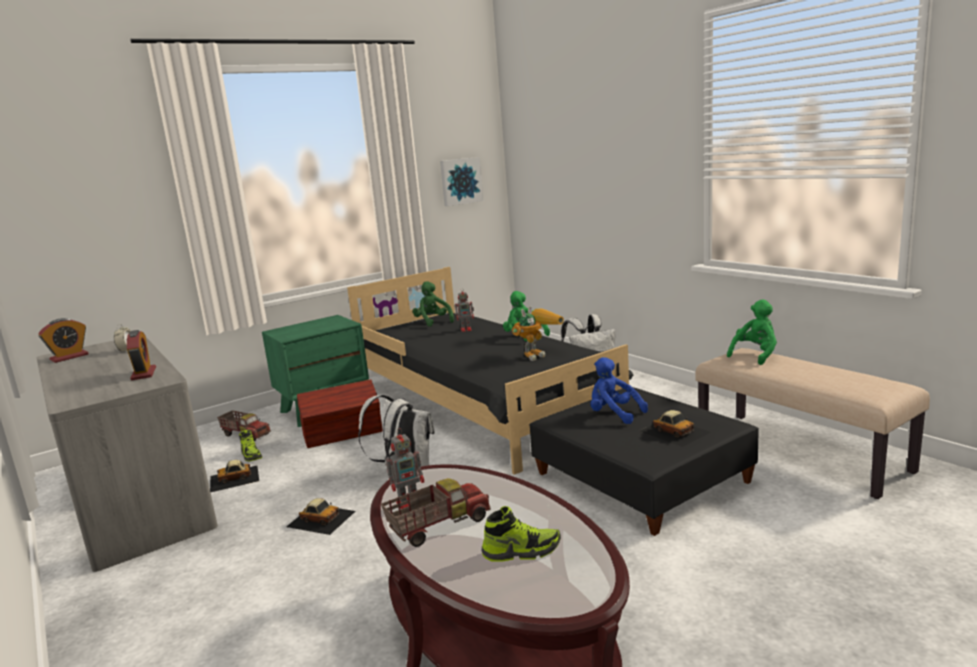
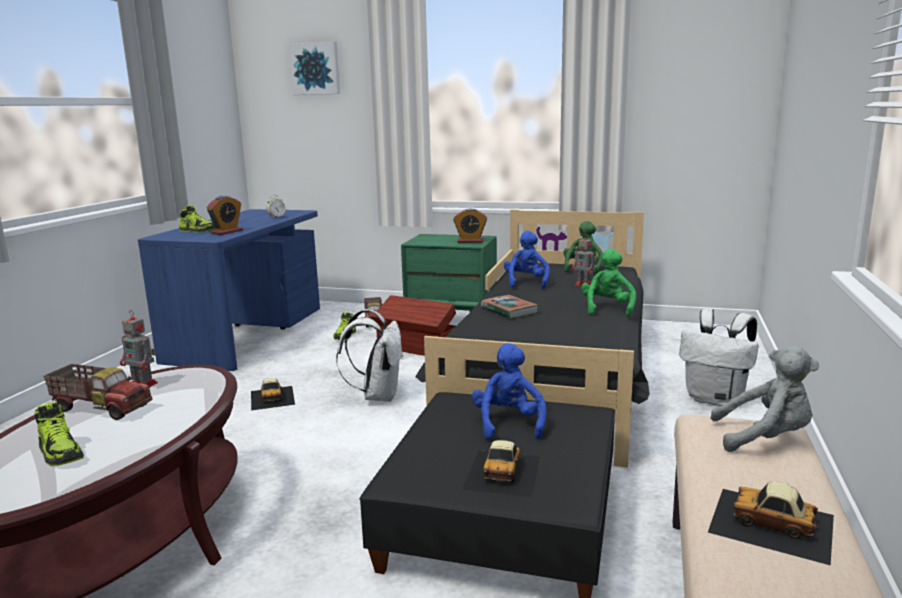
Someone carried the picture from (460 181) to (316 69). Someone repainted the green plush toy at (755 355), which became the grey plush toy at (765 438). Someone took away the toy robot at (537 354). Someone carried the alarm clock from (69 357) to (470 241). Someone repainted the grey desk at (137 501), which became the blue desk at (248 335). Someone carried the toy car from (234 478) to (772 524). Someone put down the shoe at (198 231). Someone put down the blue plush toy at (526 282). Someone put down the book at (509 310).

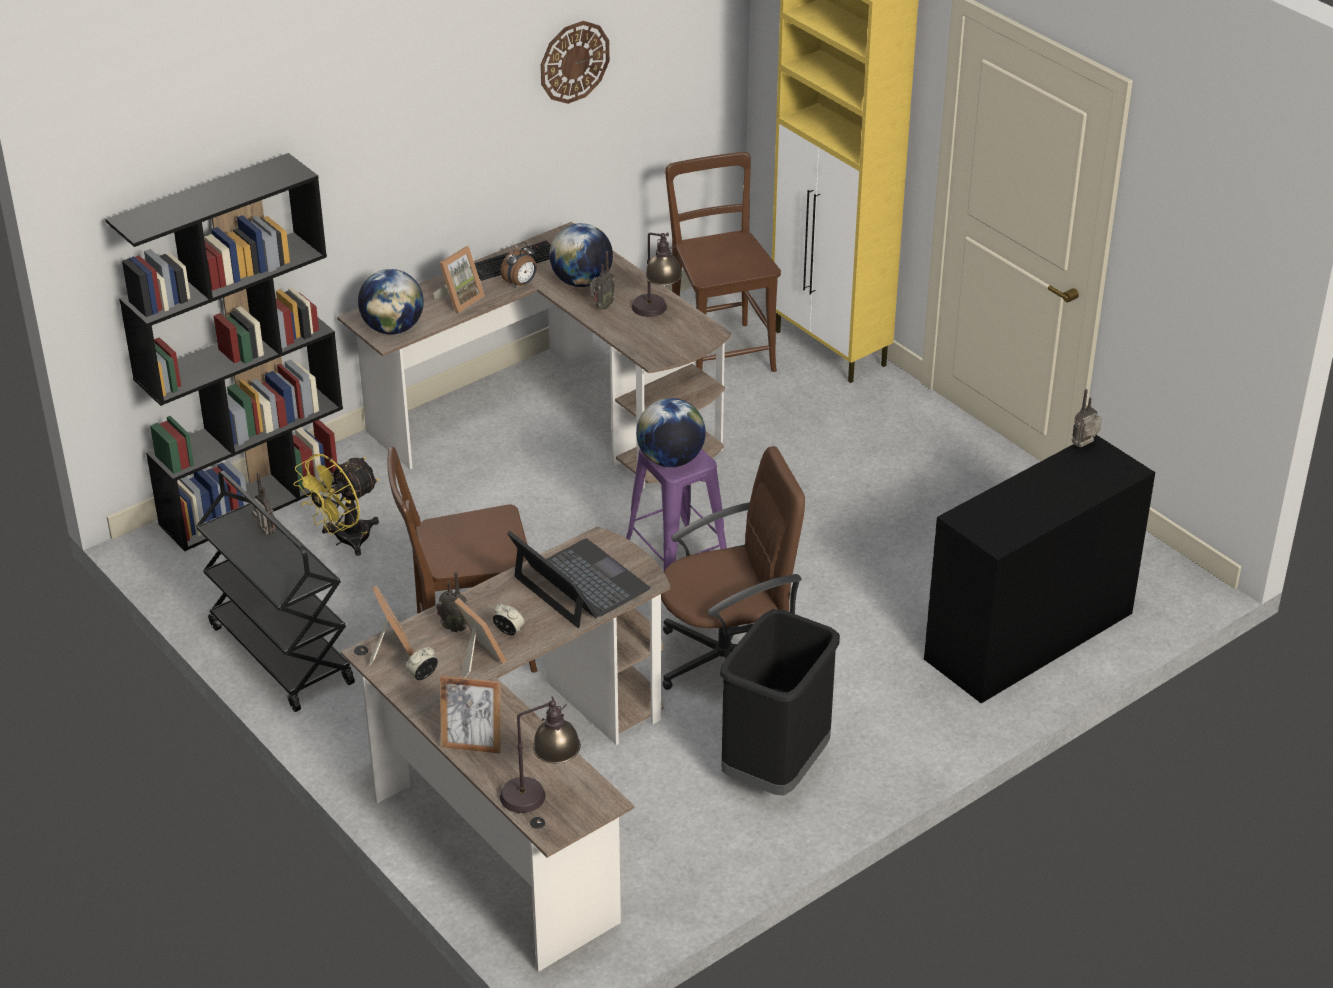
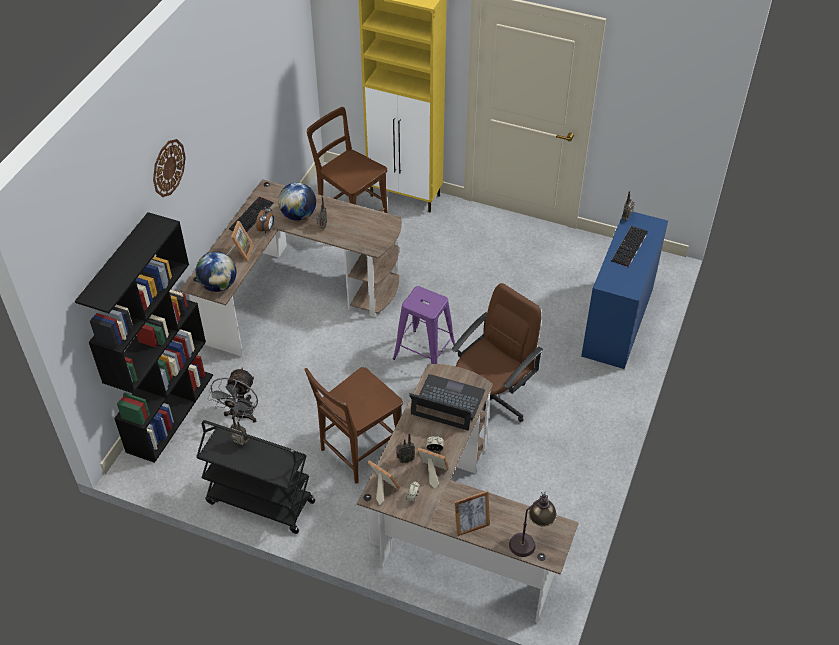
Someone carried the wall clock from (574 61) to (168 167). Someone took away the table lamp at (656 313). Someone took away the globe at (670 460). Someone repainted the black desk at (1029 637), which became the blue desk at (618 322). Someone repainted the yellow fan at (345 540), which became the grey fan at (241 416). Someone took away the black trash can at (775 768). Someone put down the keyboard at (630 247).

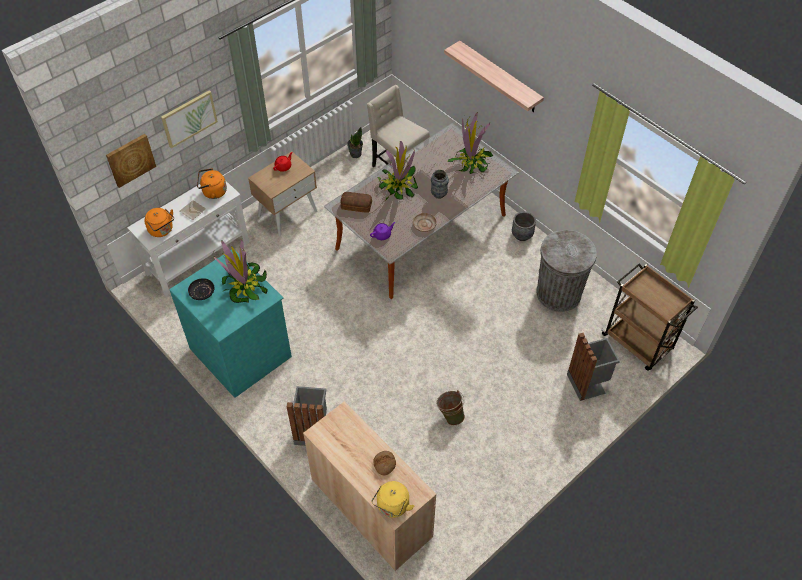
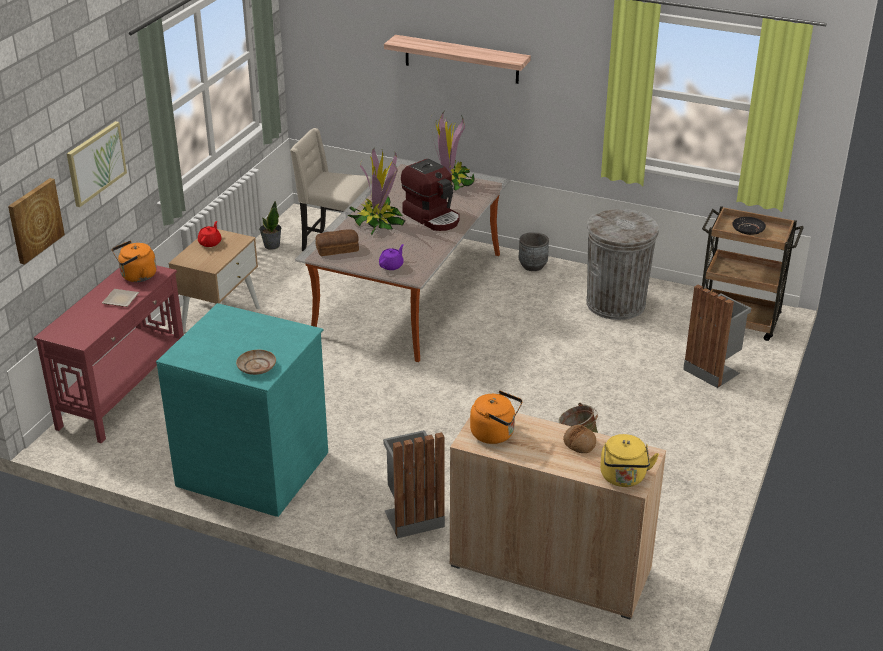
Someone swapped the vase at (439 194) for the coffee machine at (432 217). Someone repainted the white console table at (199 258), which became the red console table at (124 393). Someone carried the orange kettle from (162 230) to (495 434). Someone carried the beige plate from (424 225) to (256 367). Someone took away the potted plant at (244 286). Someone carried the black plate from (202 292) to (748 230).

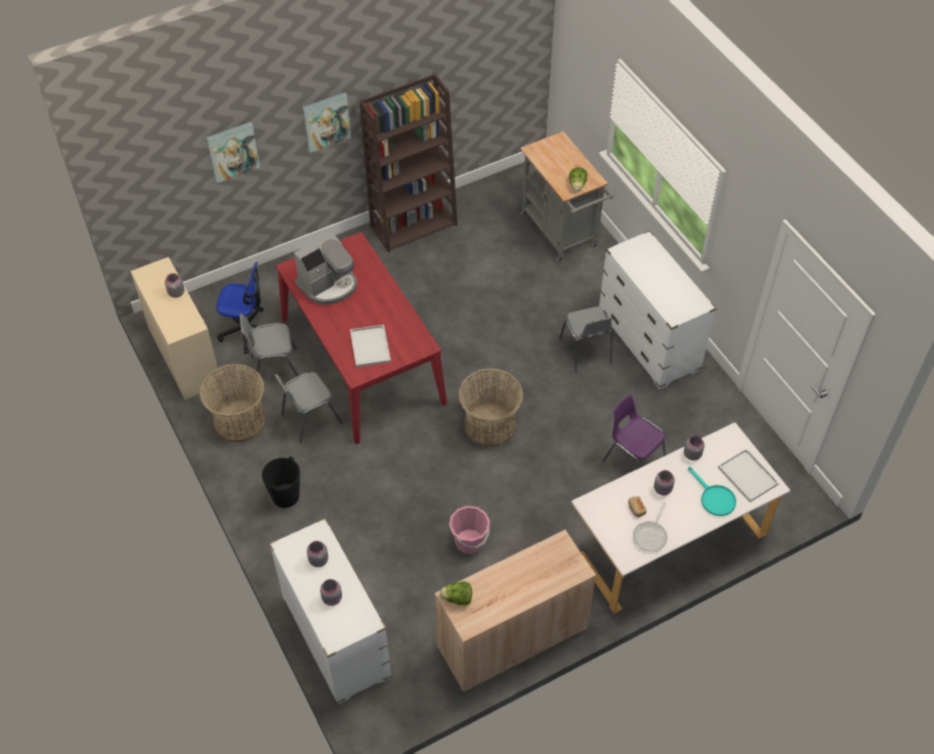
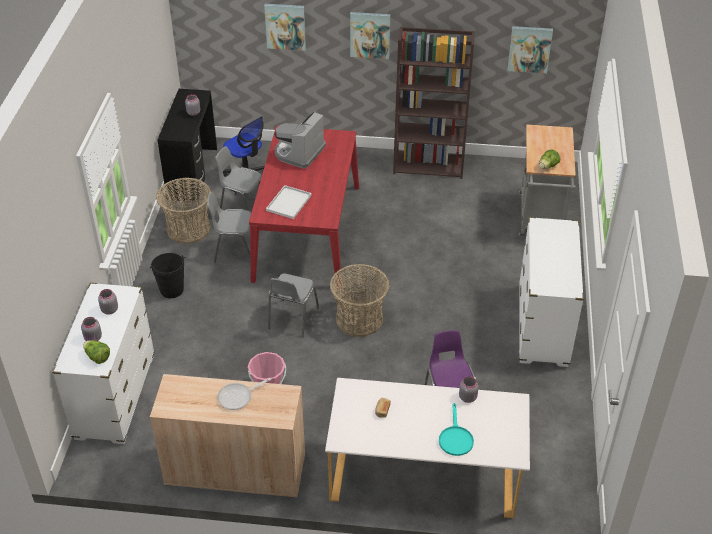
Someone rotated the coffee machine at (328 285) by 120 degrees clockwise. Someone repainted the beige desk at (184 355), which became the black desk at (192 173). Someone carried the grey chair from (586 352) to (292 319). Someone took away the white tray at (746 475). Someone took away the grey jar at (663 489). Someone carried the frying pan from (651 535) to (238 397). Someone carried the lettuce from (457 598) to (97 357). Someone put up the picture at (529 49).

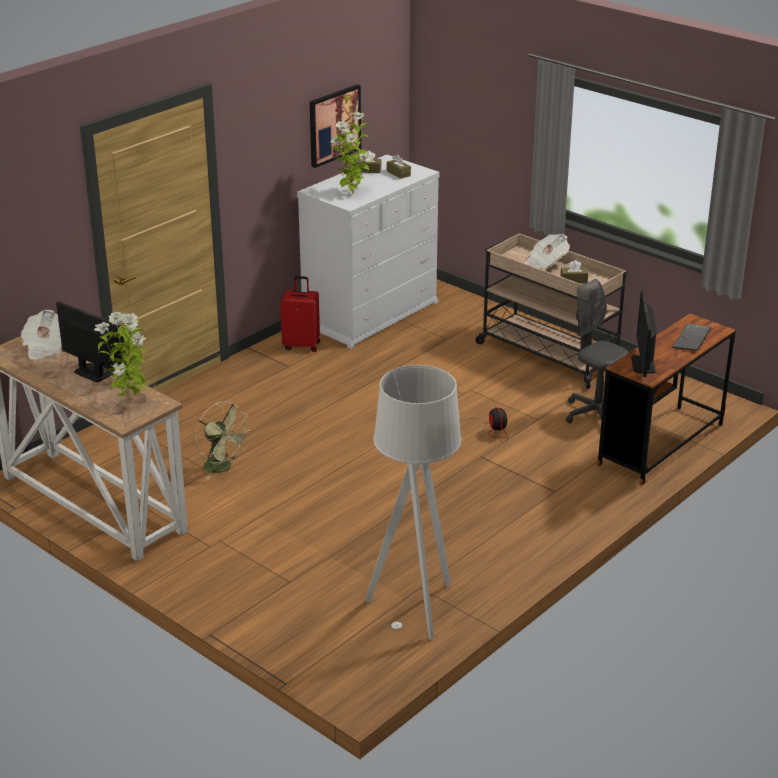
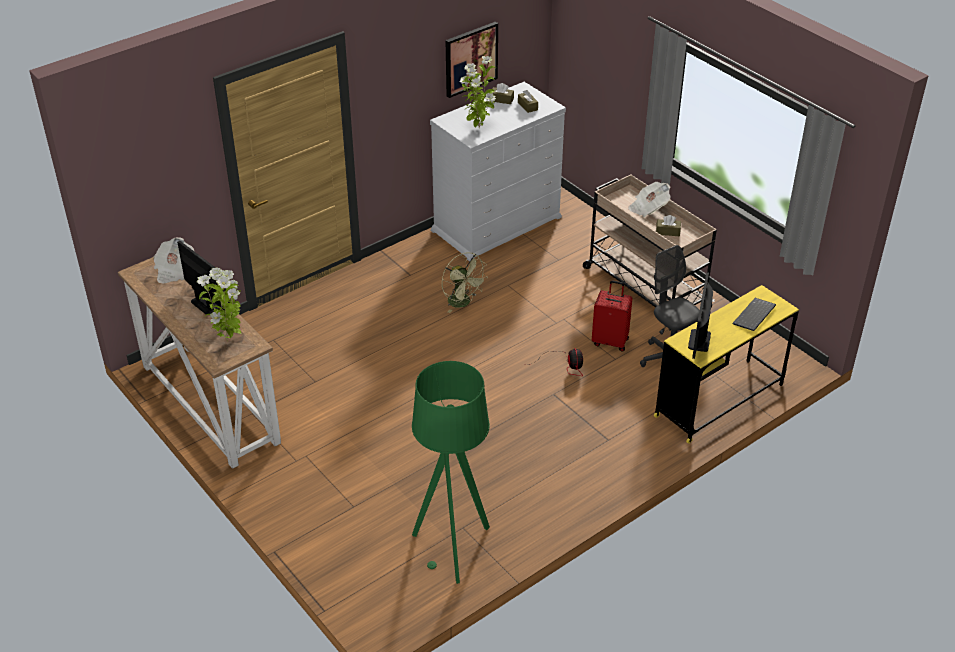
Someone carried the red suitcase from (302 345) to (610 341). Someone repainted the brown desk at (661 445), which became the yellow desk at (719 401). Someone repainted the grey floor lamp at (415 607), which became the green floor lamp at (452 548). Someone carried the green fan from (223 468) to (463 303).

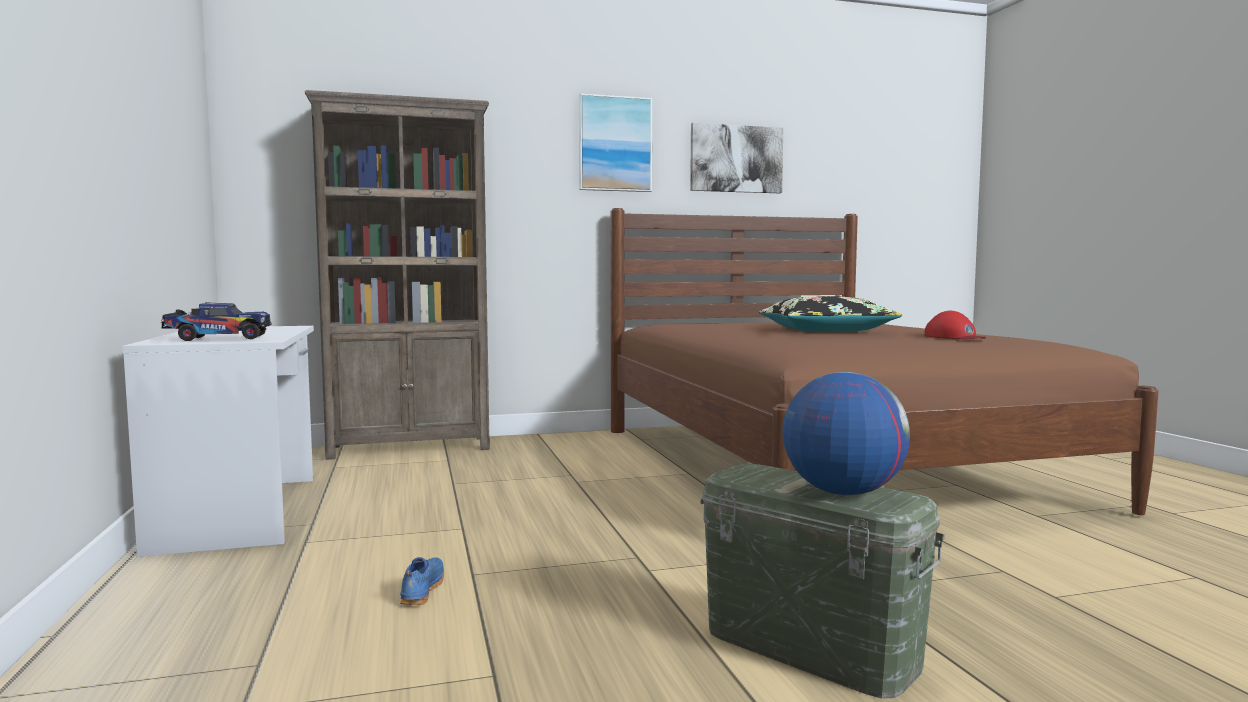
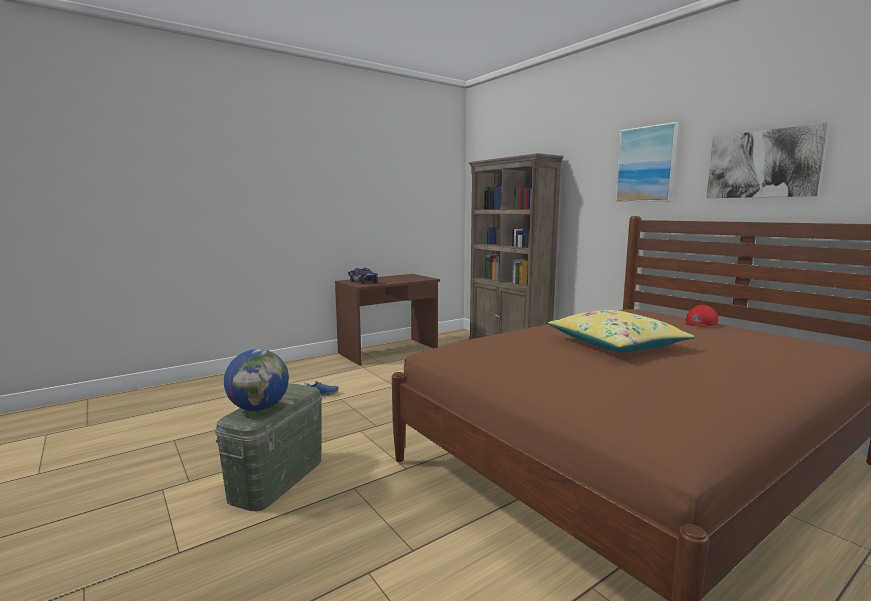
Someone repainted the black pillow at (825 331), which became the yellow pillow at (616 344). Someone carried the red cap from (954 337) to (700 323). Someone repainted the white desk at (242 512), which became the brown desk at (389 351).

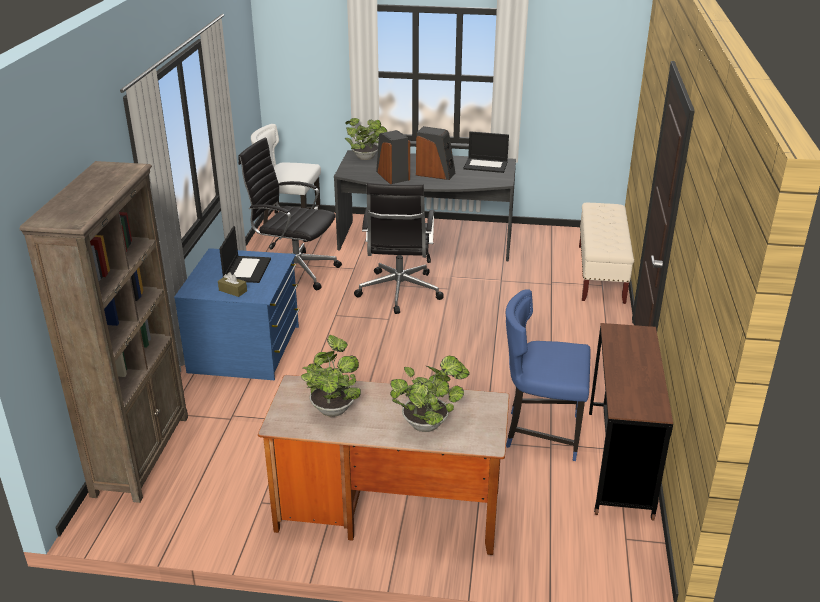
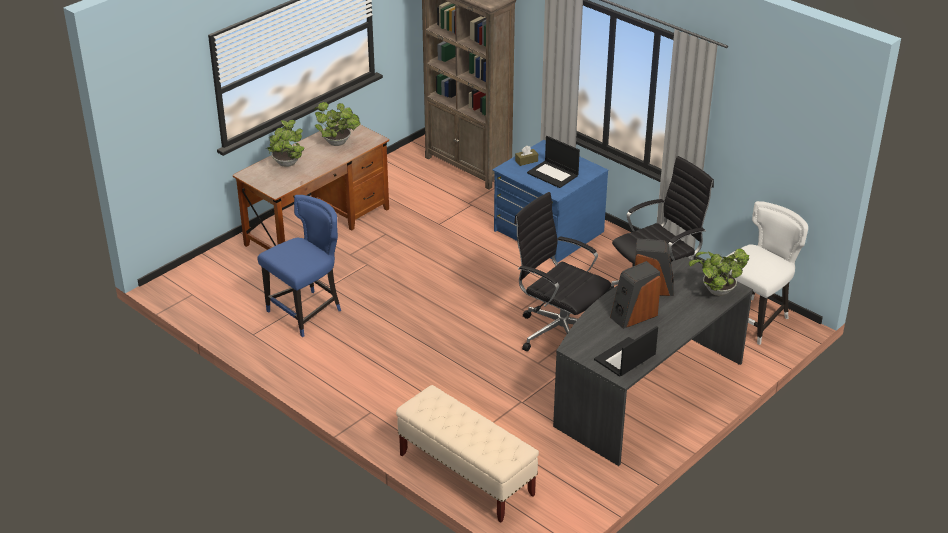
Someone took away the brown desk at (619 463).

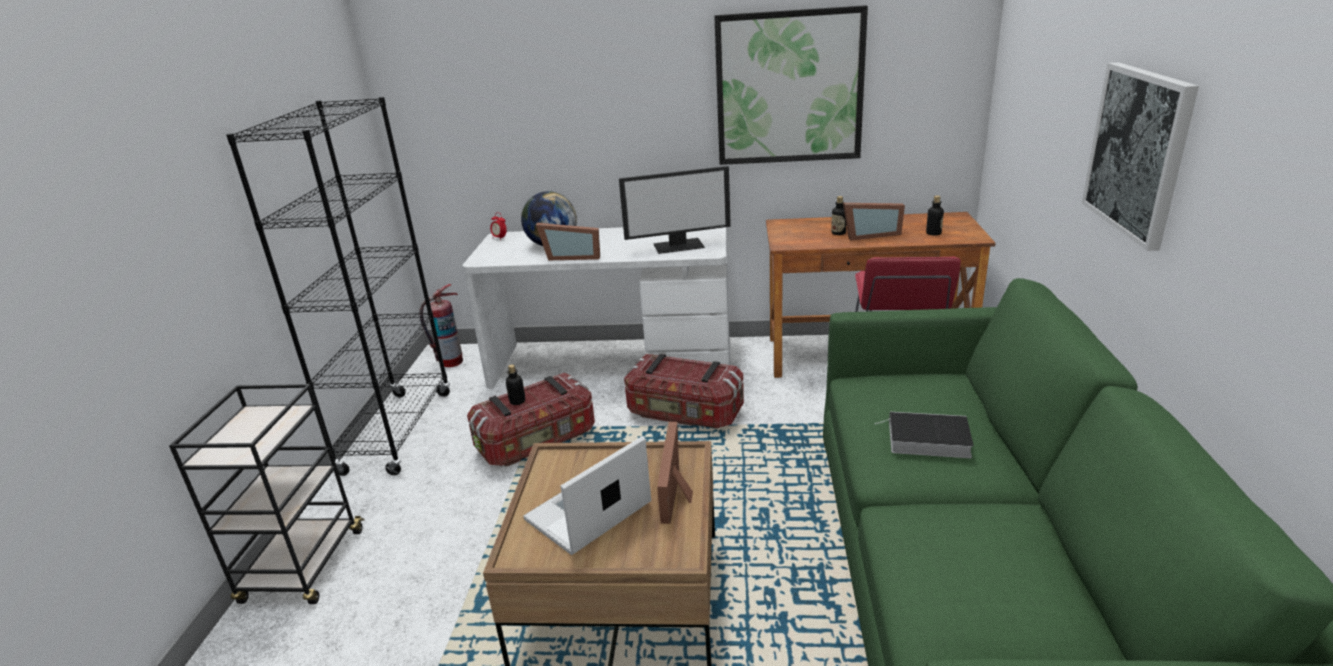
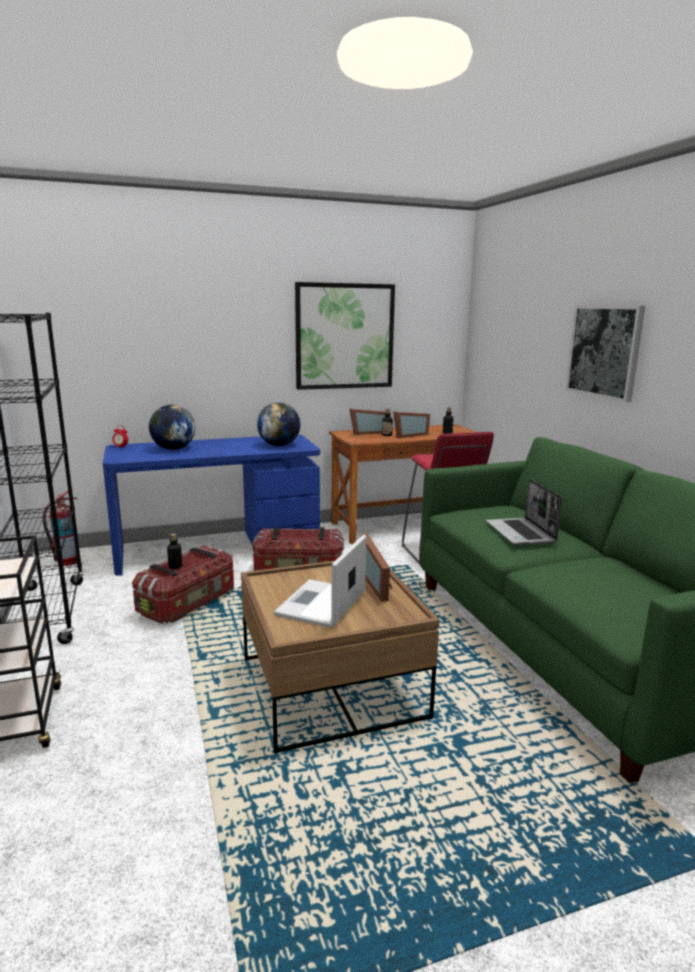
Someone swapped the monitor at (679 245) for the globe at (279 445). Someone carried the picture frame from (572 256) to (368 433). Someone repainted the white desk at (612 363), which became the blue desk at (218 548). Someone swapped the book at (925 440) for the laptop at (521 533).

